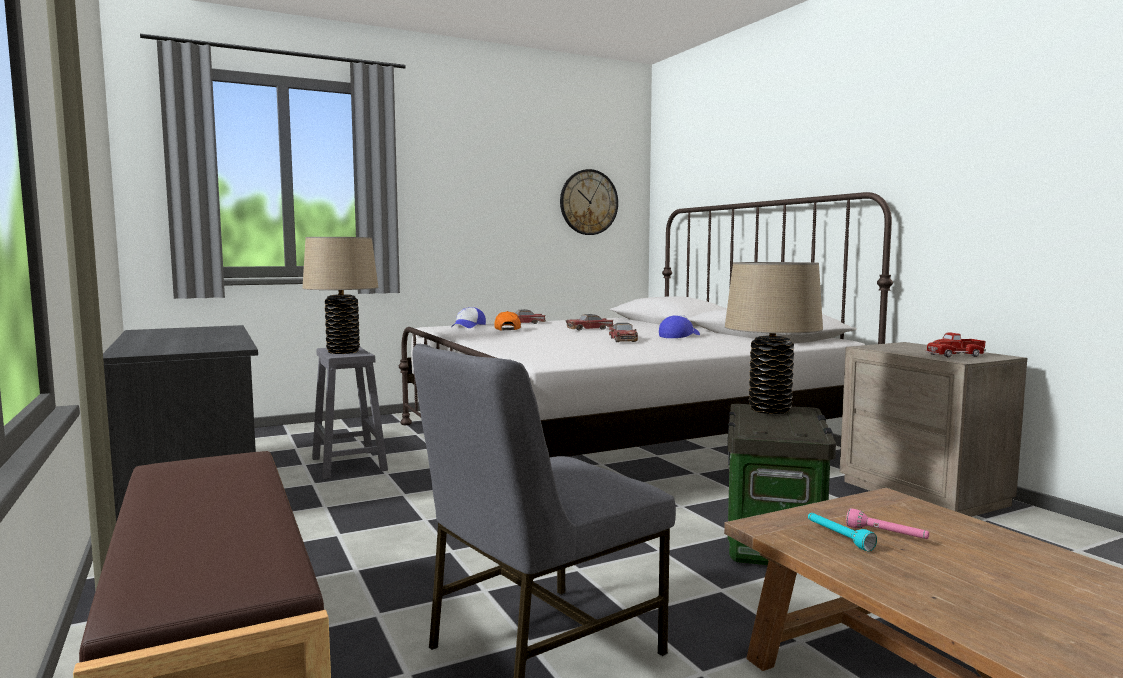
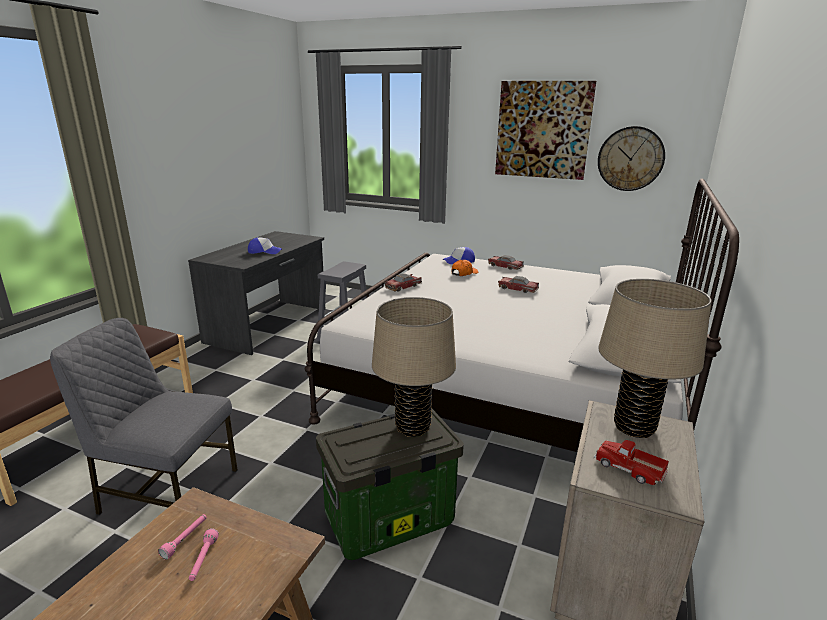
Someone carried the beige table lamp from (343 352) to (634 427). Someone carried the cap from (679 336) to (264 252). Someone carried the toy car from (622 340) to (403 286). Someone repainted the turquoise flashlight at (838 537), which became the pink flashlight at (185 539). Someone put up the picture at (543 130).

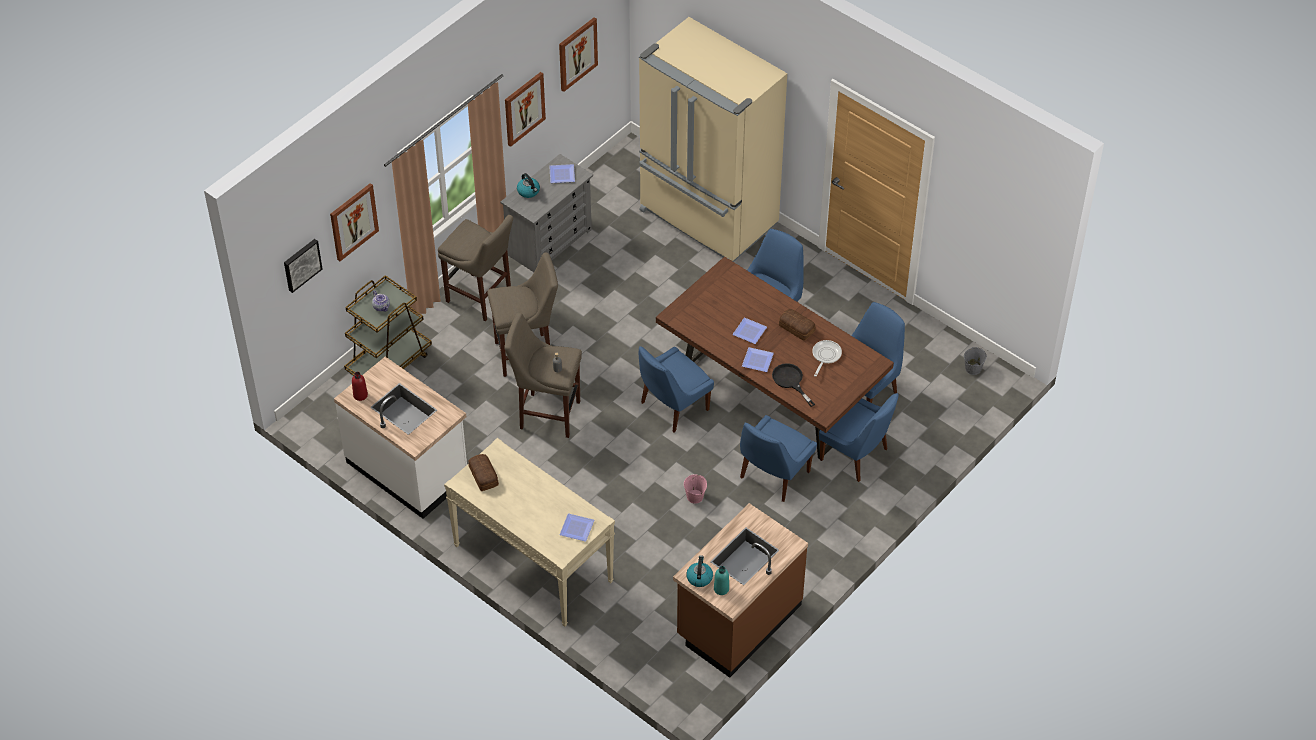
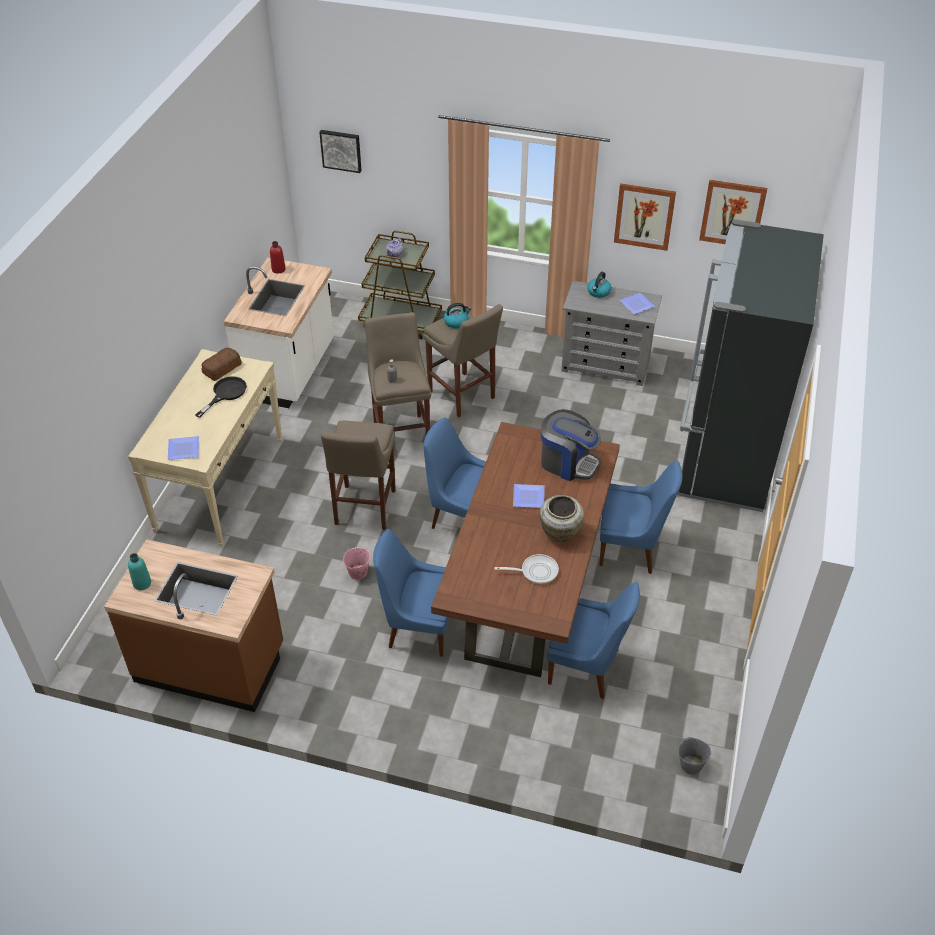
Someone repainted the beige fridge at (707 218), which became the black fridge at (723 458). Someone took away the picture at (353 221). Someone carried the beige stool from (481 298) to (364 510). Someone swapped the bread at (797 329) for the beige vase at (559 534). Someone took away the plate at (758 361). Someone carried the black frying pan from (790 381) to (225 393). Someone took away the blue chair at (856 455). Someone carried the kettle from (699 577) to (456 322). Someone put down the coffee machine at (568 462).

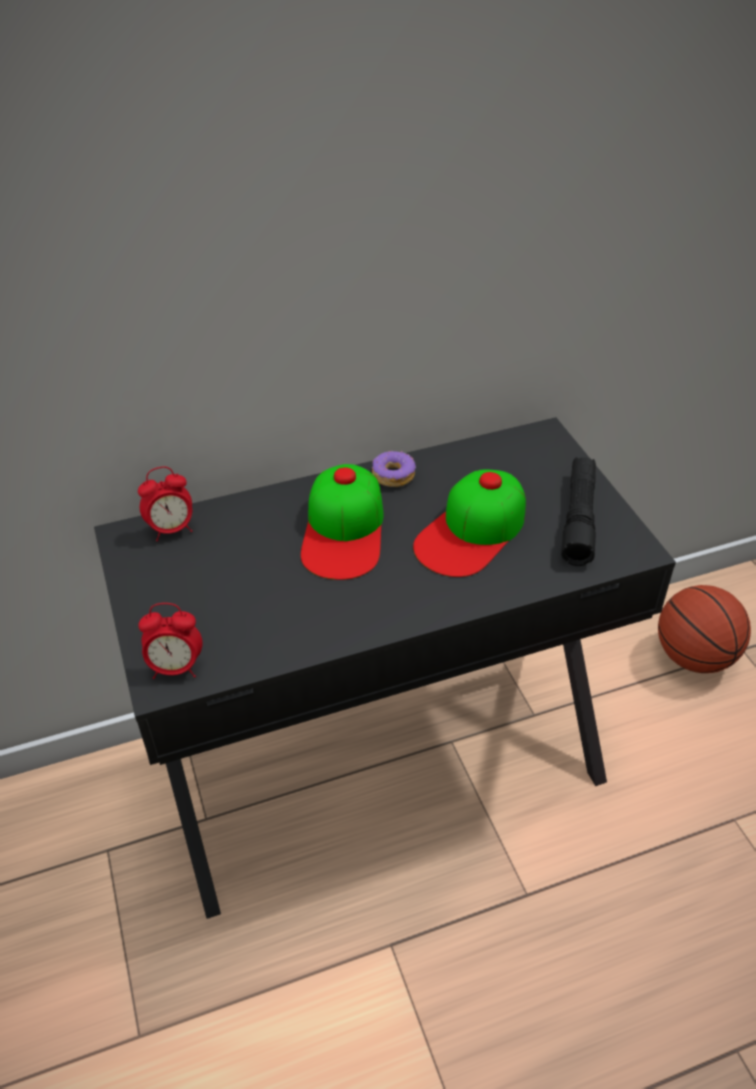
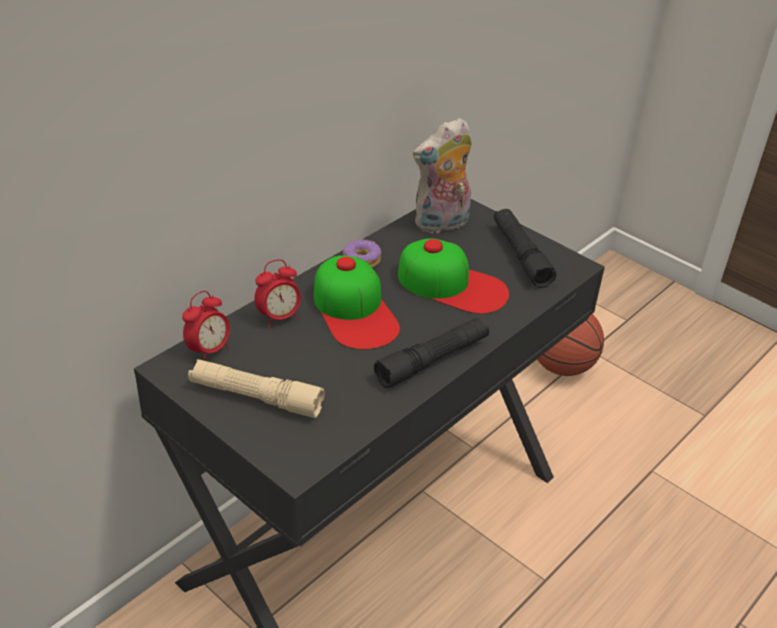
Someone rotated the cap at (472 531) by 75 degrees counterclockwise. Someone carried the alarm clock from (176 668) to (279 317). Someone put down the plush toy at (441 224). Someone put down the black flashlight at (432 360). Someone put down the beige flashlight at (256 397).

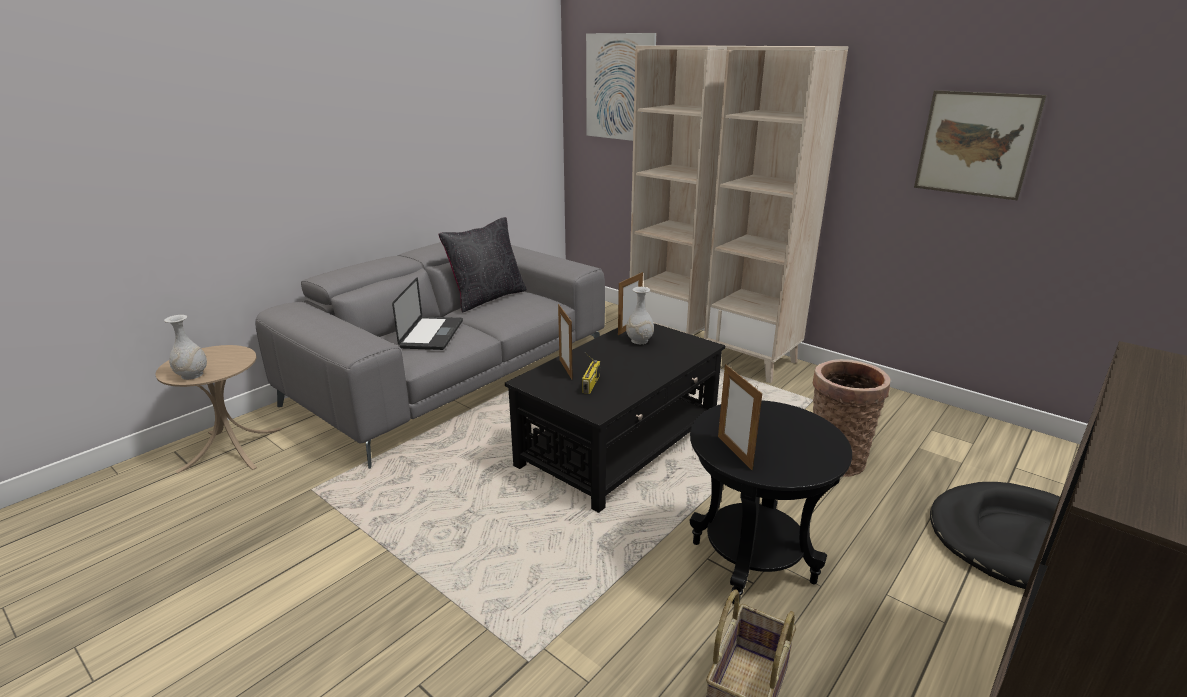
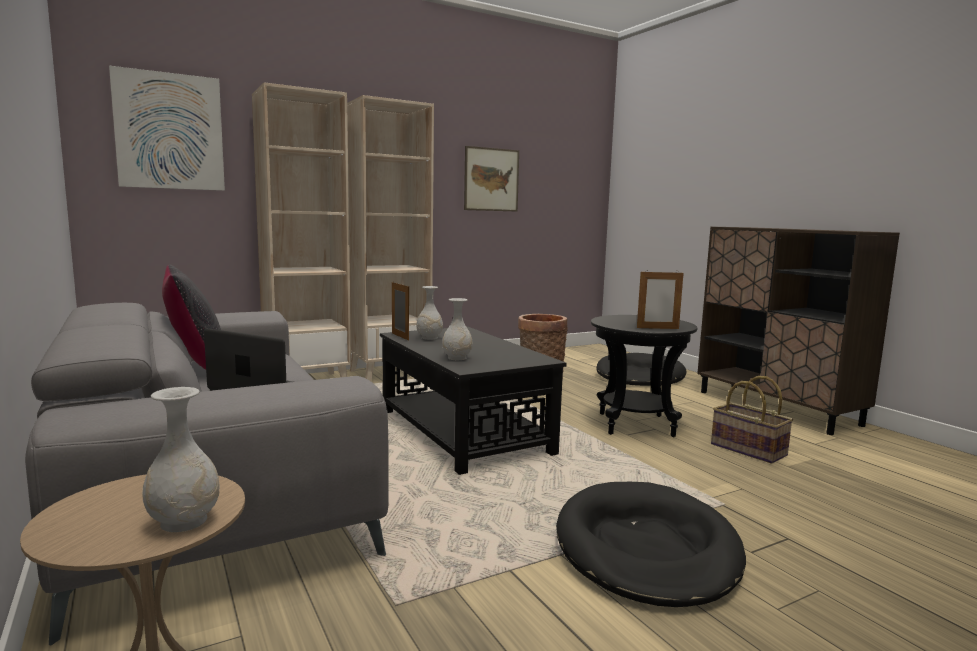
Someone swapped the picture frame at (565 369) for the white vase at (457 358). Someone took away the radio at (591 384). Someone put down the black dog bed at (646 548).

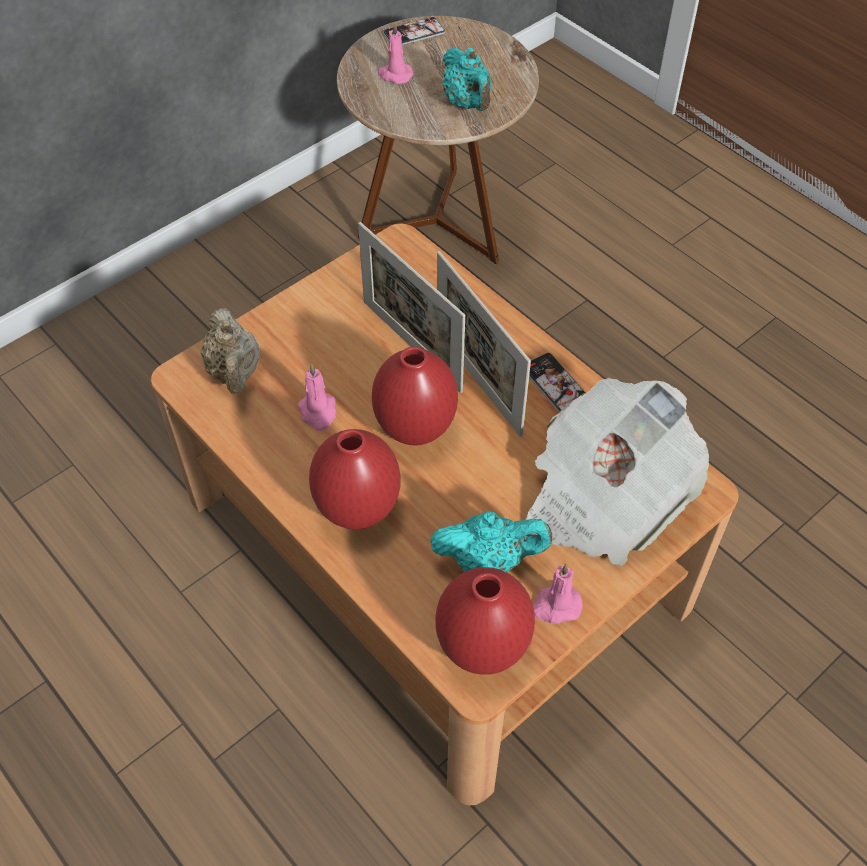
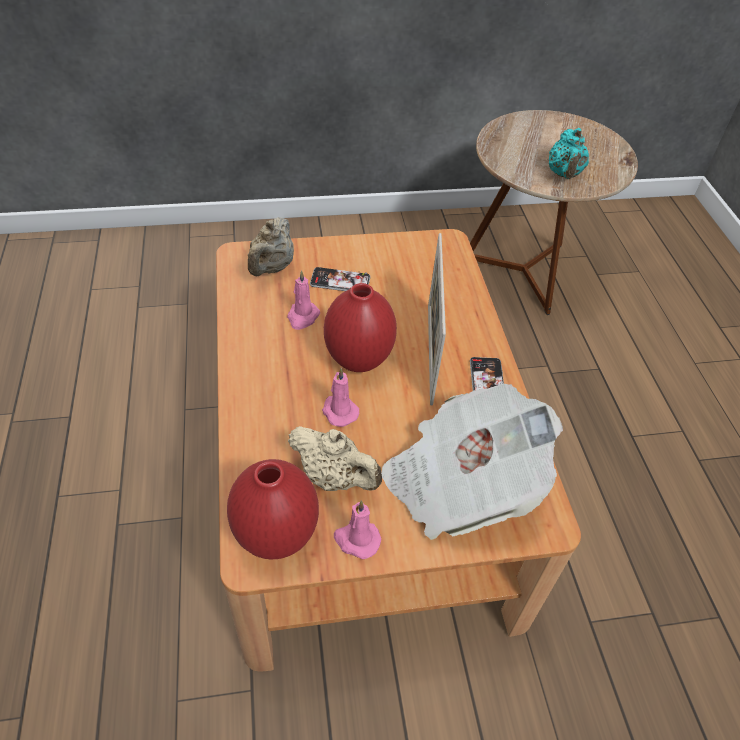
Someone carried the phone from (414 33) to (340 281). Someone carried the pink candle from (394 75) to (339 411). Someone took away the picture frame at (411 346). Someone took away the red vase at (357 511). Someone repainted the turquoise teapot at (489 560), which became the beige teapot at (335 477).

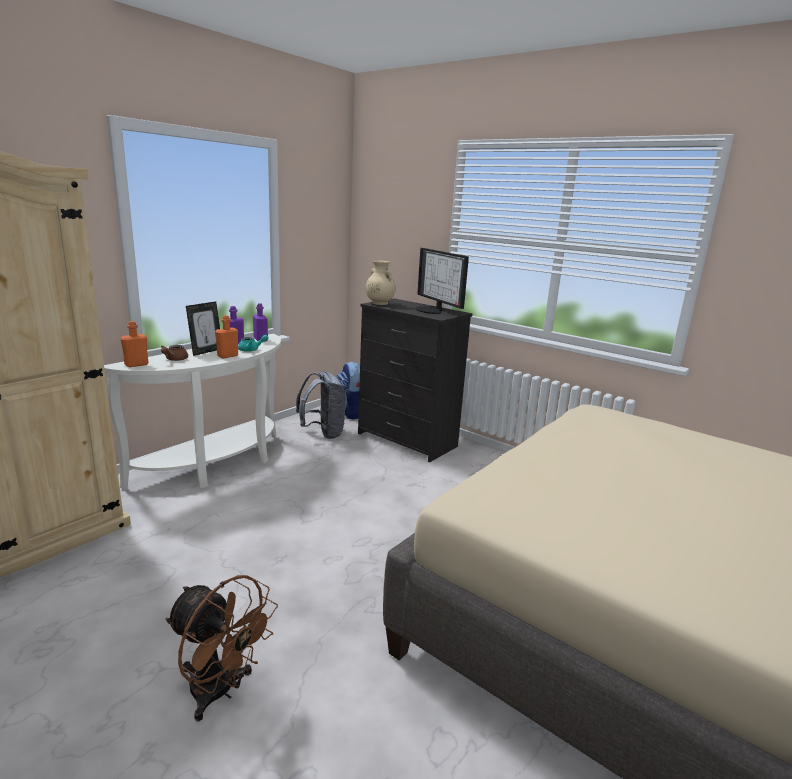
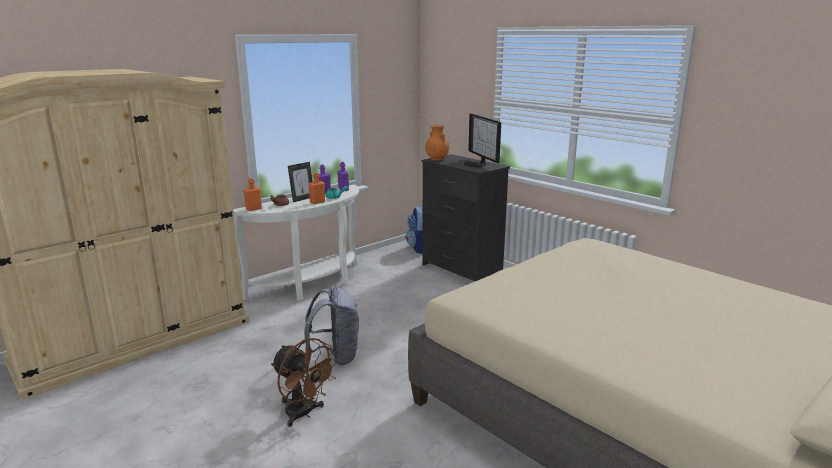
Someone repainted the beige vase at (379 303), which became the orange vase at (436 159). Someone carried the grey backpack from (323 433) to (335 356).

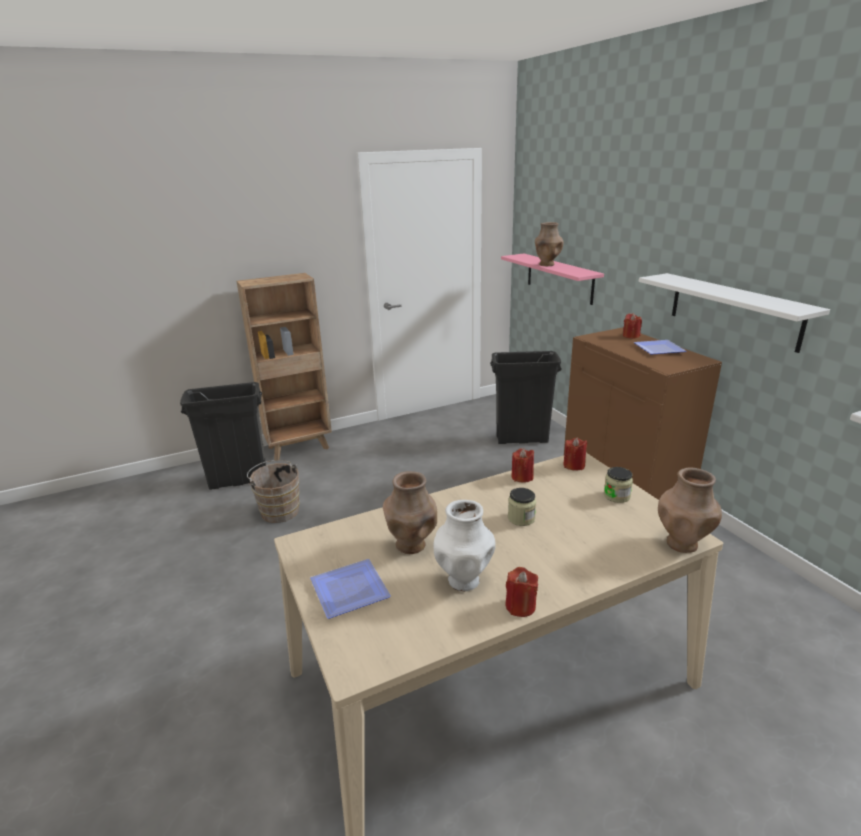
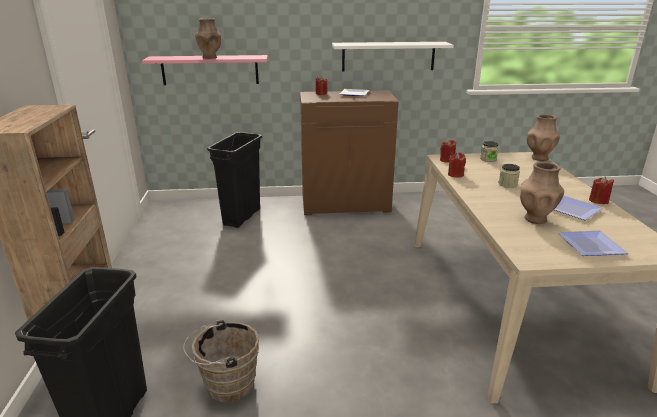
Someone swapped the white vase at (464 580) for the plate at (575 210).

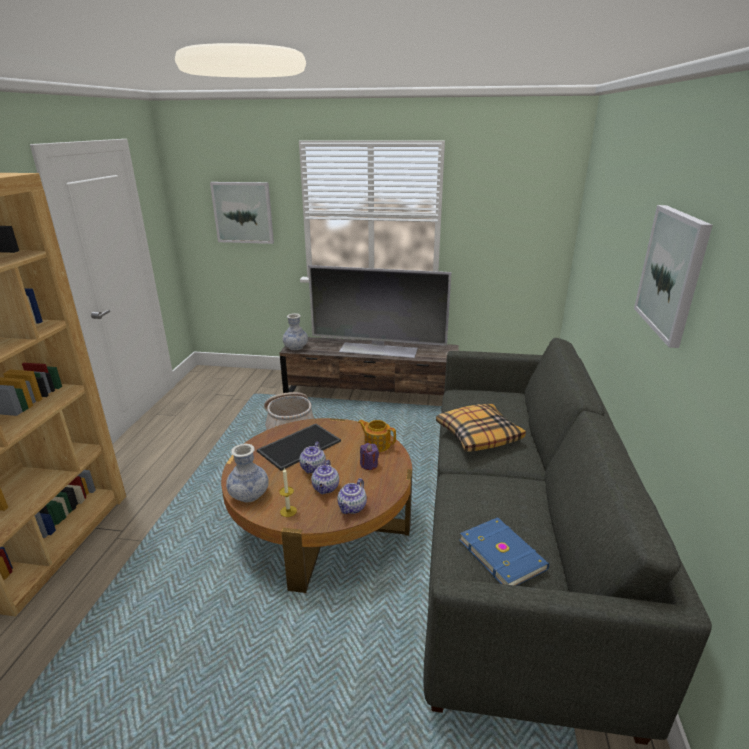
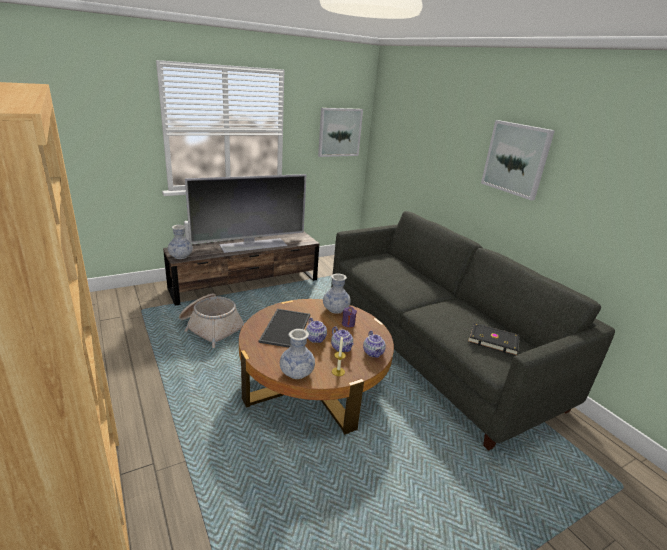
Someone carried the picture from (243 212) to (339 132). Someone took away the pillow at (478 435). Someone swapped the teapot at (377 444) for the vase at (335 309). Someone repainted the blue book at (503 553), which became the black book at (492 340).

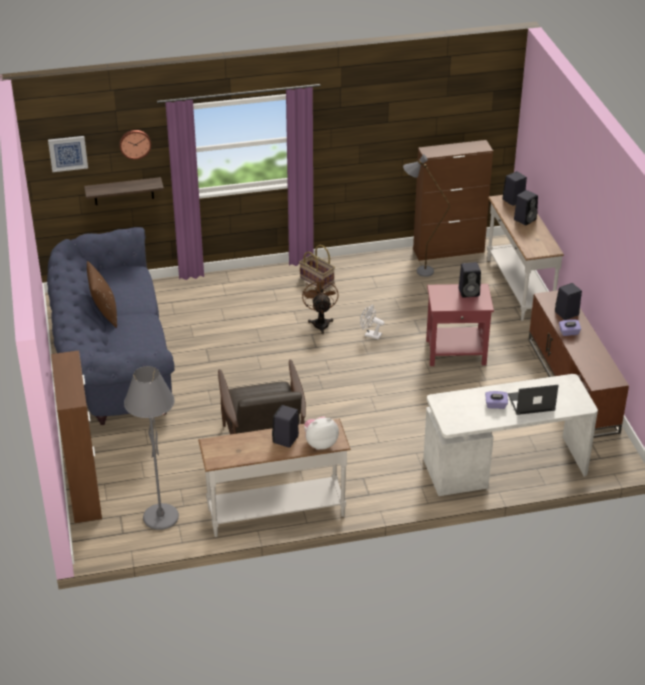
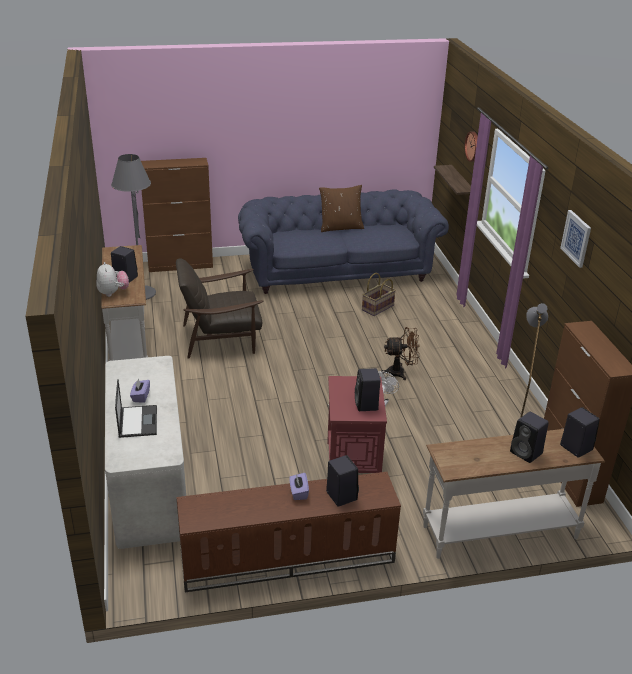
Someone carried the picture from (68 153) to (576 238). Someone carried the basket from (317 280) to (378 308).

